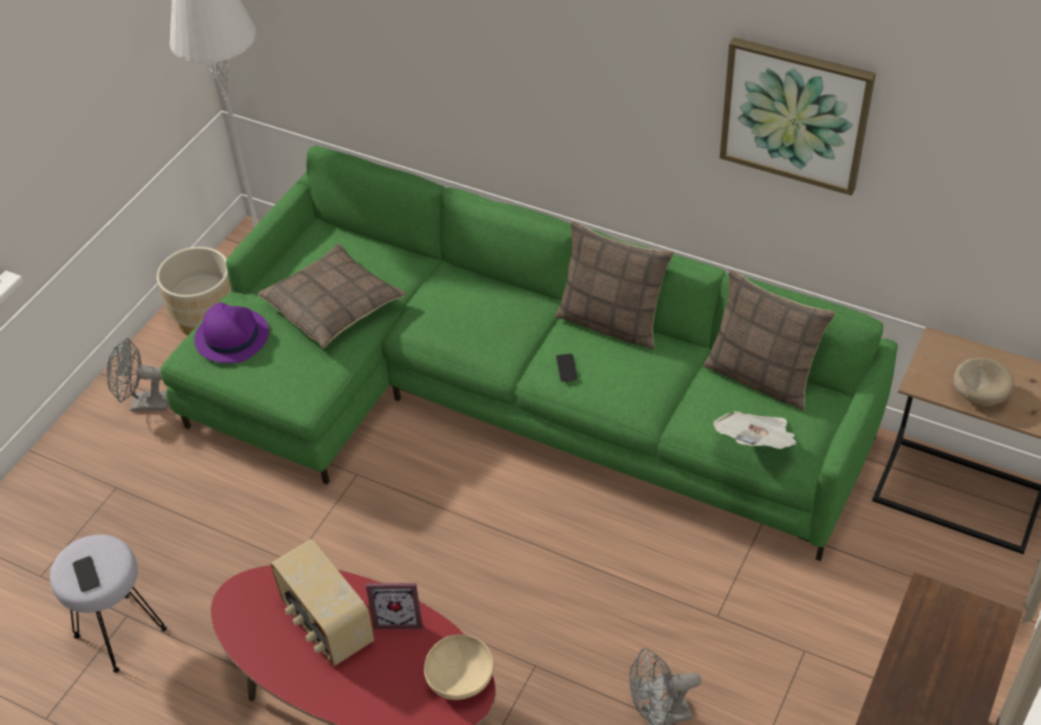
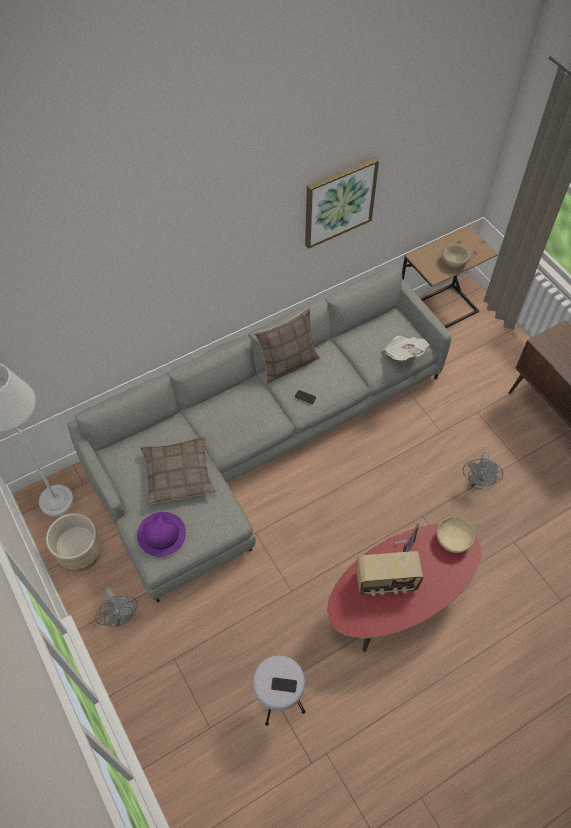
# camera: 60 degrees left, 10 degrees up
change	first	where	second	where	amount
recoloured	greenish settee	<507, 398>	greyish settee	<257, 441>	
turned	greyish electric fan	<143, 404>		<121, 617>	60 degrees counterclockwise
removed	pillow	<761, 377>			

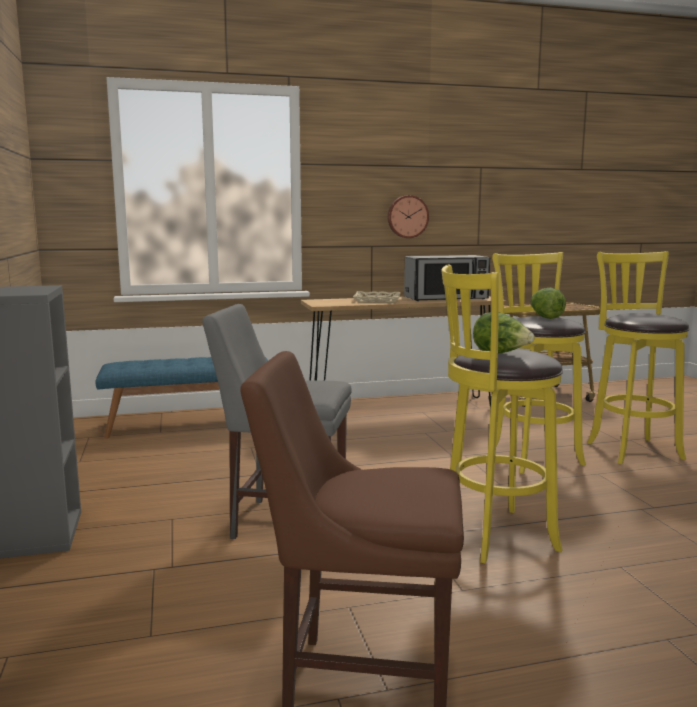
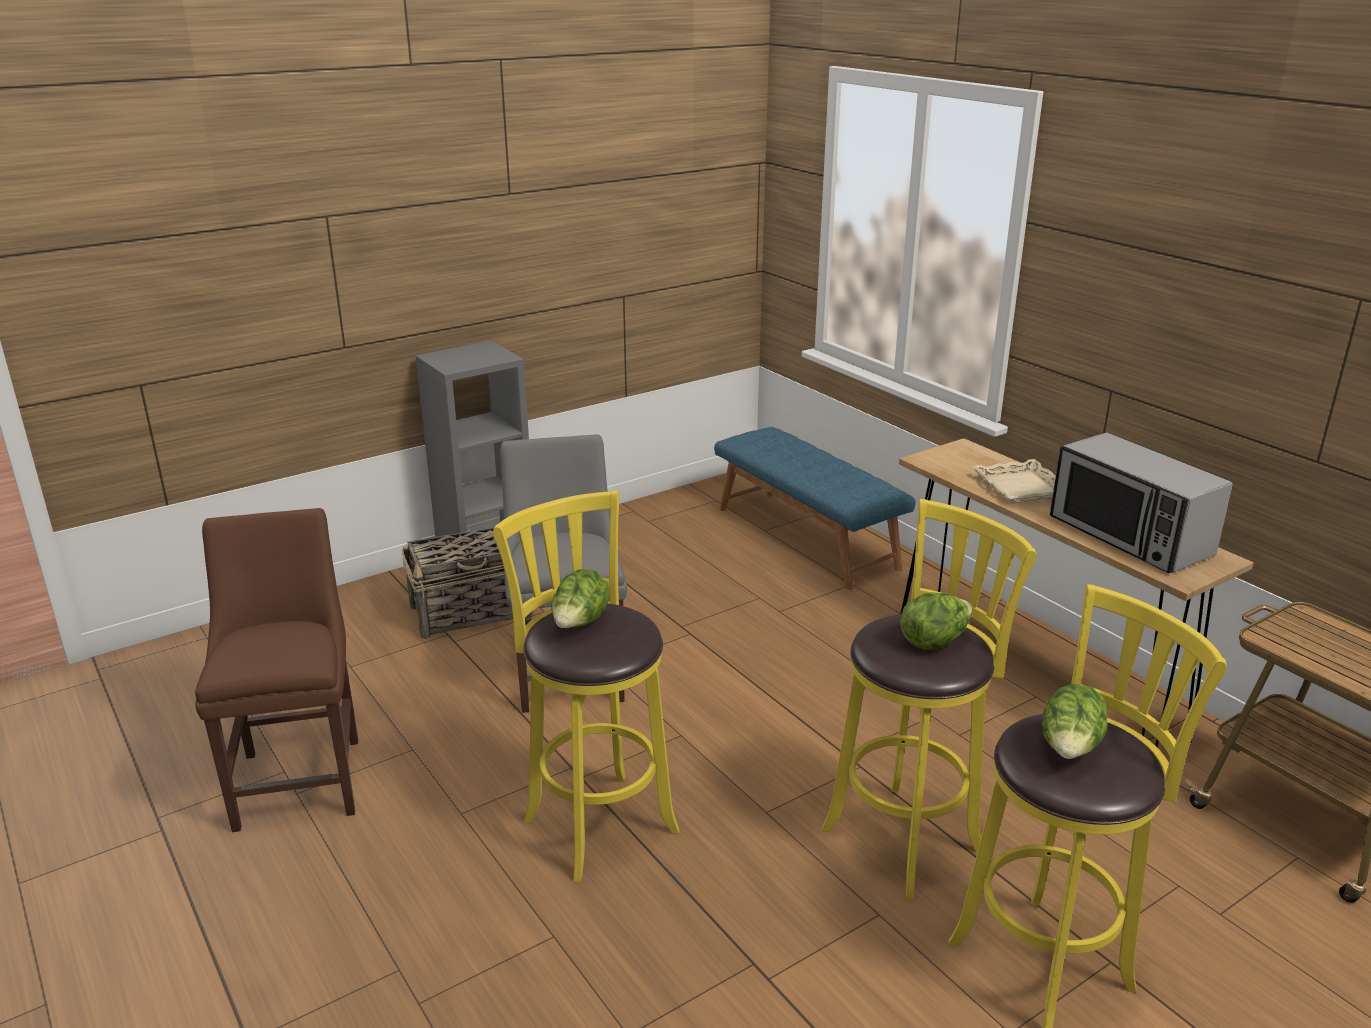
# camera: 70 degrees right, 15 degrees up
change	first	where	second	where	amount
added			storage basket	<472, 612>	
added			lettuce	<1069, 749>	
removed	wall clock	<407, 216>			

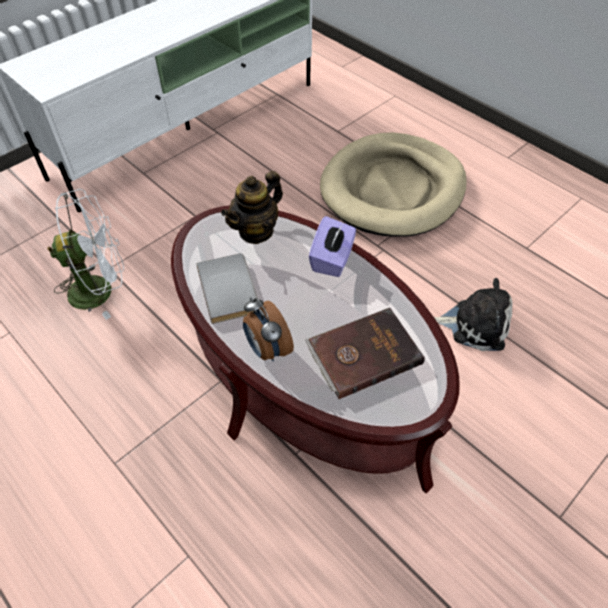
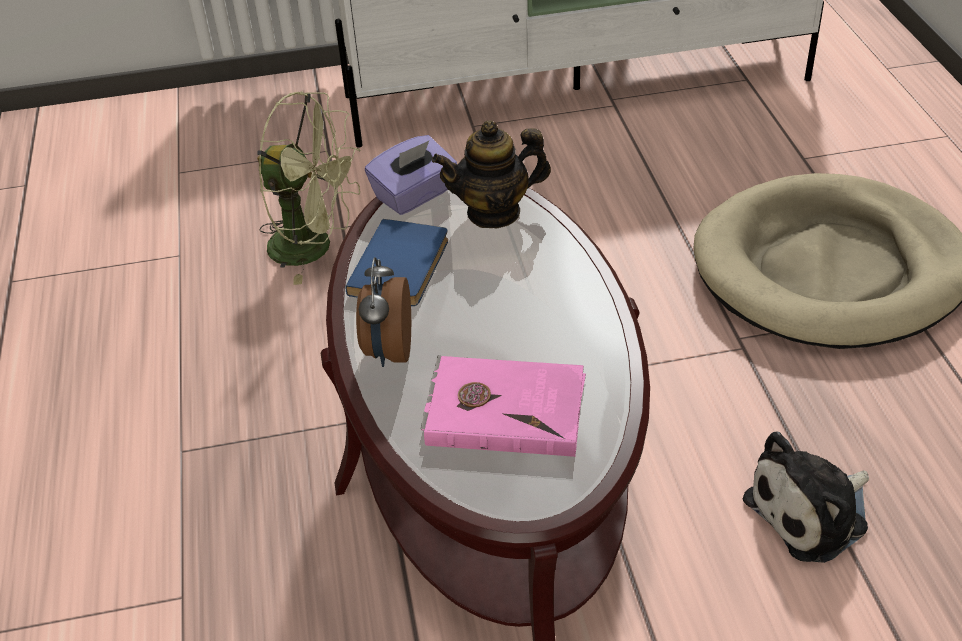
# camera: 35 degrees right, 10 degrees down
change	first	where	second	where	amount
recoloured	white electric fan	<100, 289>	greenish electric fan	<314, 247>	
recoloured	greyish book	<231, 289>	bluish book	<403, 267>	
moved	purplish box of tissues	<332, 259>		<414, 195>	
recoloured	brownish book	<363, 353>	pinkish book	<504, 409>	
turned	plush toy	<475, 324>		<812, 512>	105 degrees clockwise

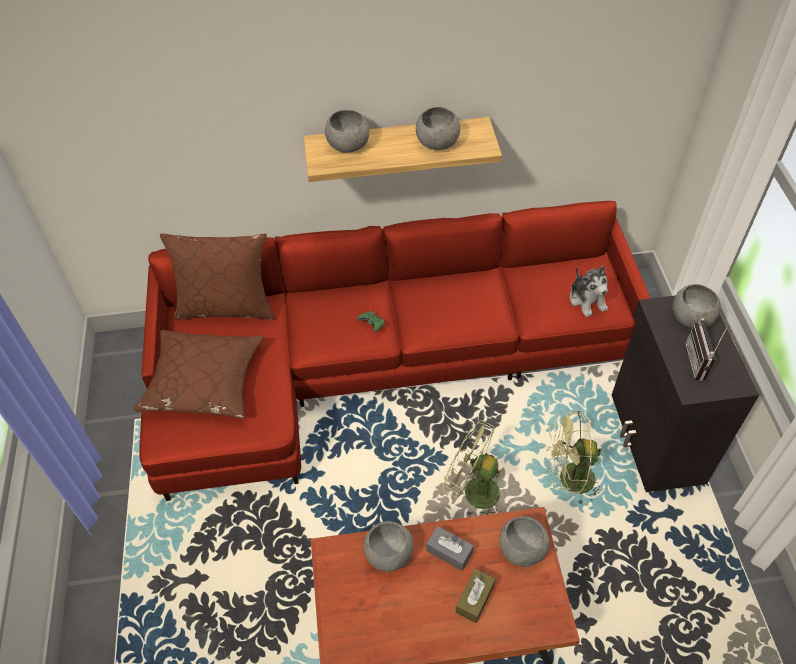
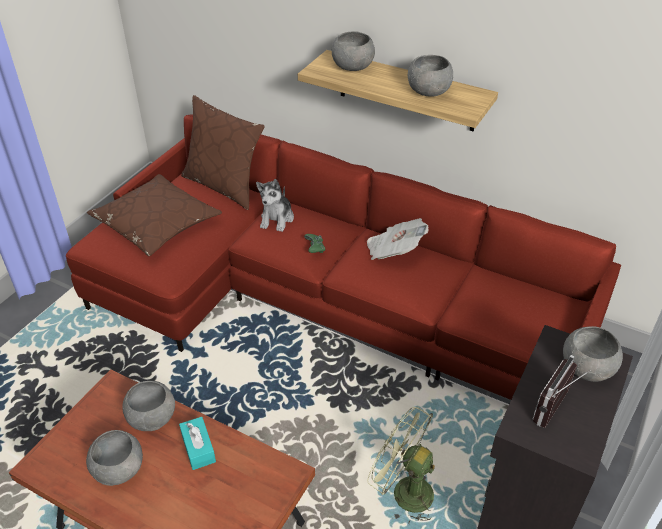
# camera: 35 degrees right, 10 degrees down
change	first	where	second	where	amount
moved	greyish deep dish	<522, 549>		<118, 470>	
recoloured	greyish box of tissues	<449, 551>	blue-green box of tissues	<198, 448>	
moved	plush toy	<587, 300>		<277, 219>	
added			daily paper	<394, 250>	
removed	greenish electric fan	<473, 491>			
removed	brownish box of tissues	<475, 599>			

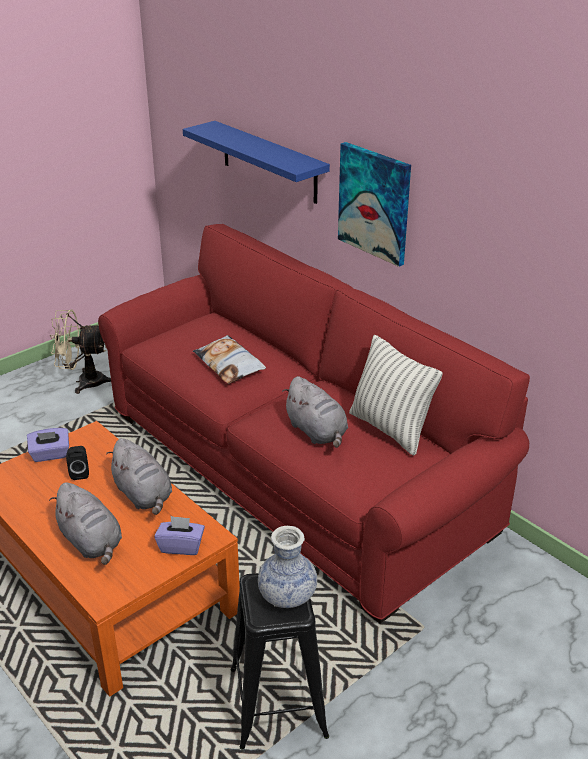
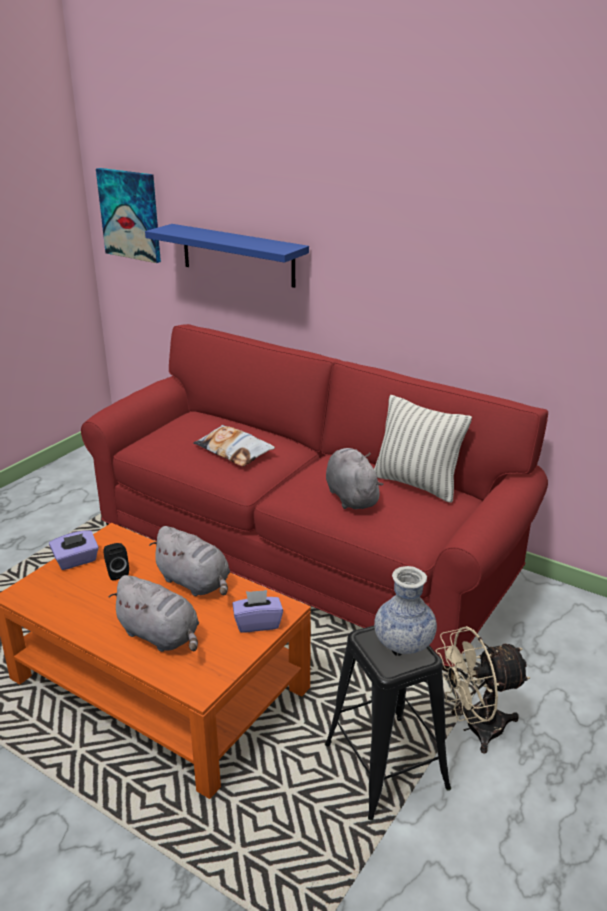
# camera: 15 degrees left, 5 degrees down
change	first	where	second	where	amount
moved	wall picture	<374, 203>		<130, 215>	
turned	greyish plush toy	<317, 432>		<351, 496>	150 degrees counterclockwise
moved	sand-coloured electric fan	<84, 382>		<474, 728>	

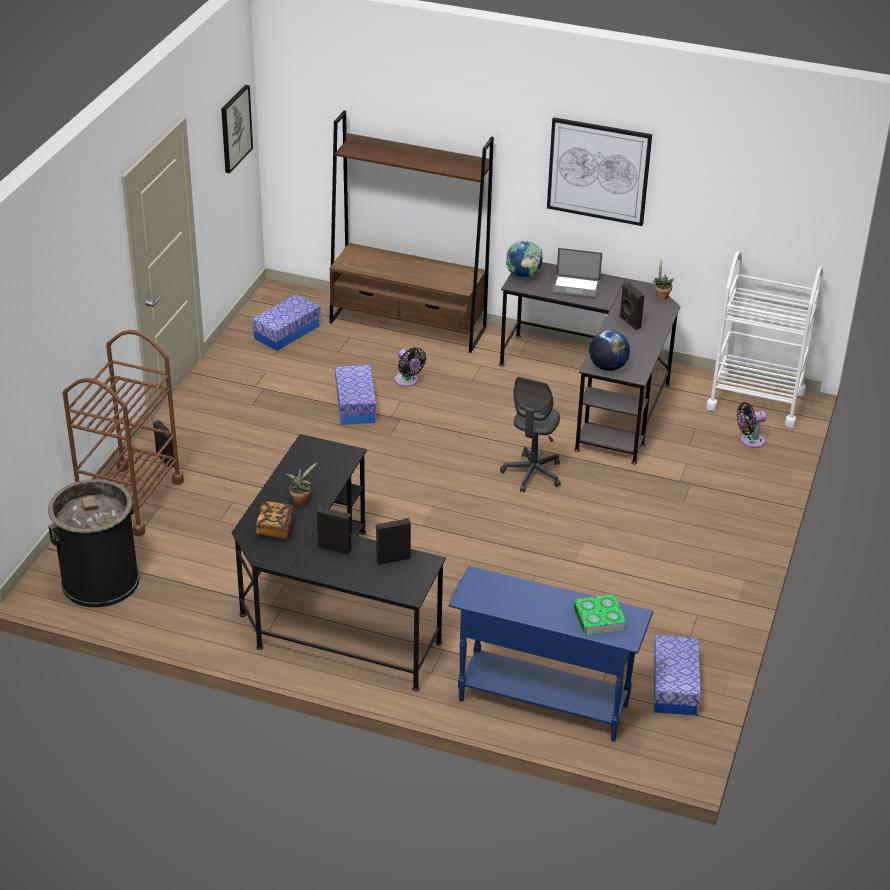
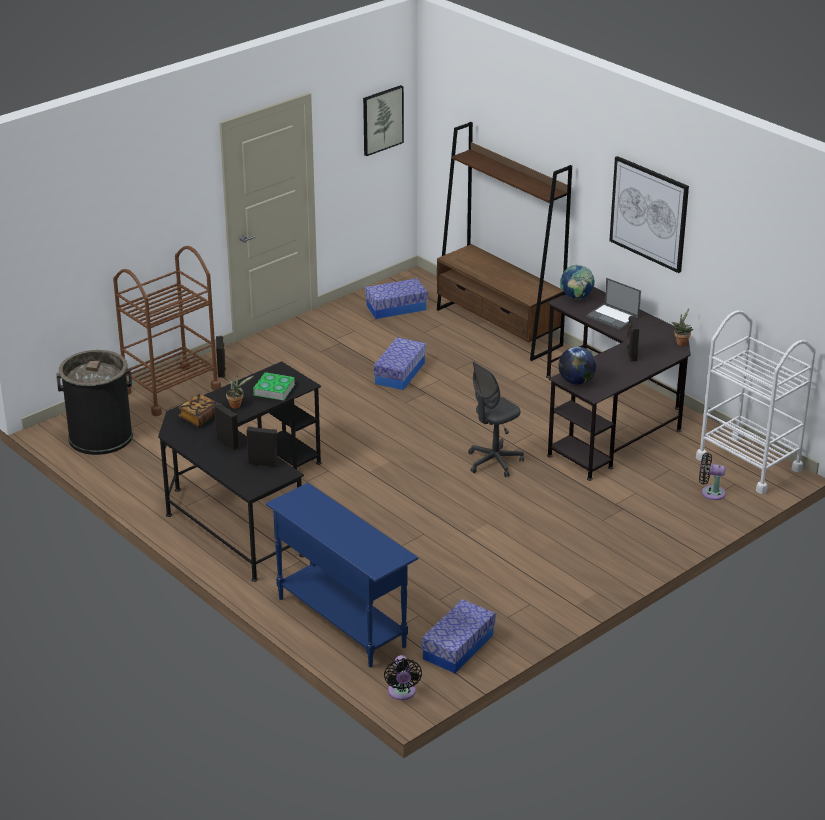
# camera: 30 degrees right, 5 degrees down
change	first	where	second	where	amount
moved	book	<599, 619>		<274, 390>	
moved	black electric fan	<407, 381>		<402, 693>	

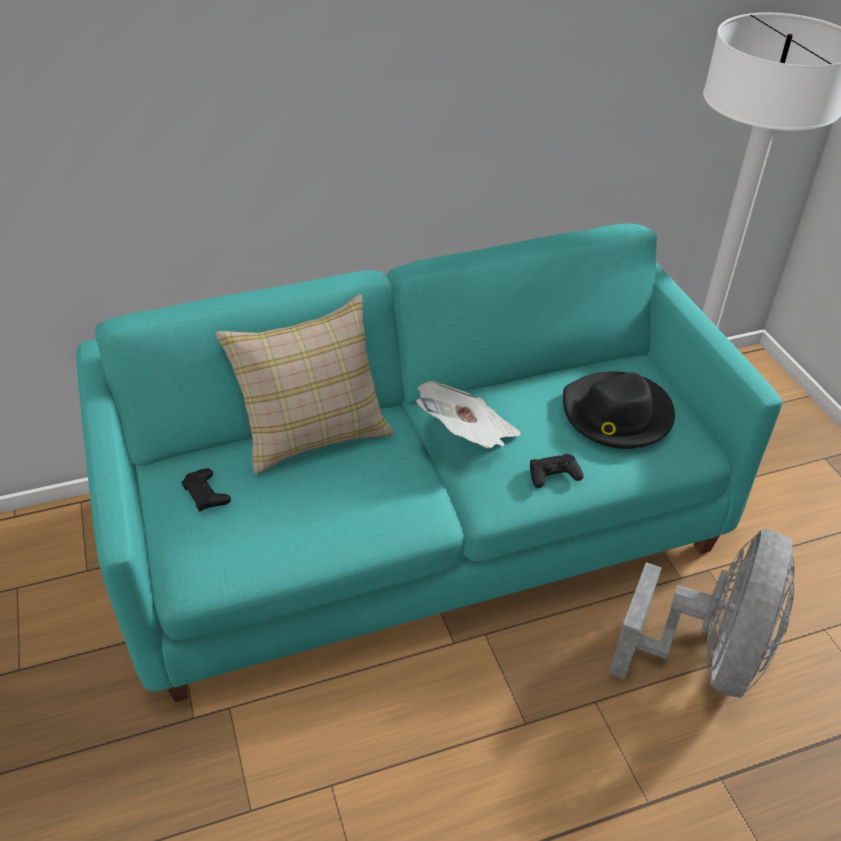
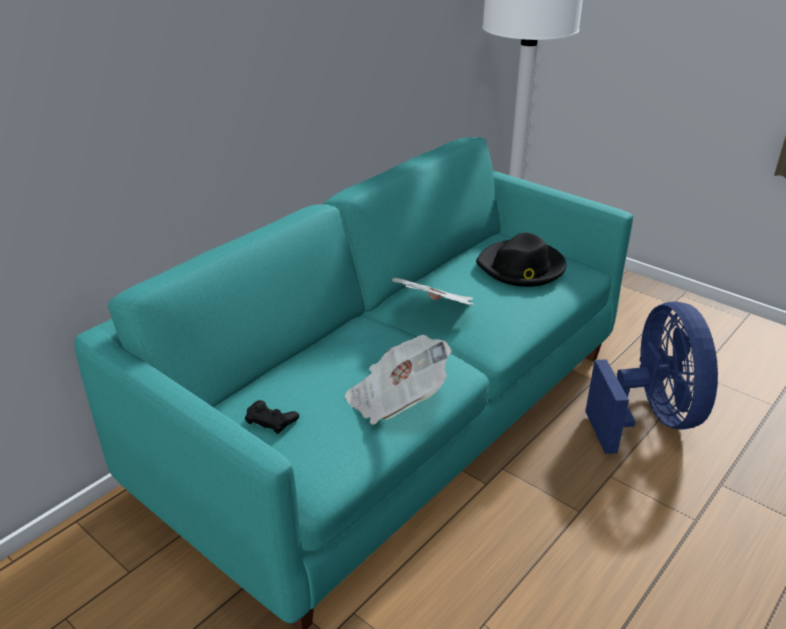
# camera: 30 degrees left, 10 degrees down
change	first	where	second	where	amount
added			daily paper	<396, 400>	
recoloured	greyish electric fan	<707, 656>	bluish electric fan	<649, 418>	
removed	sand-coloured pillow	<313, 430>			
removed	black gamepad	<554, 474>			

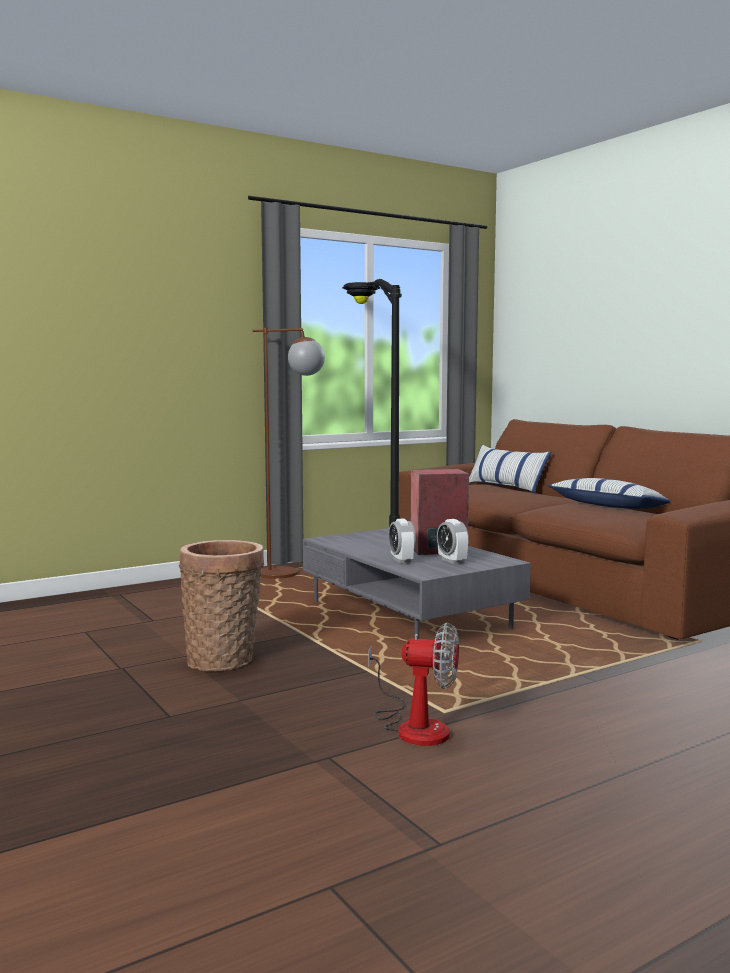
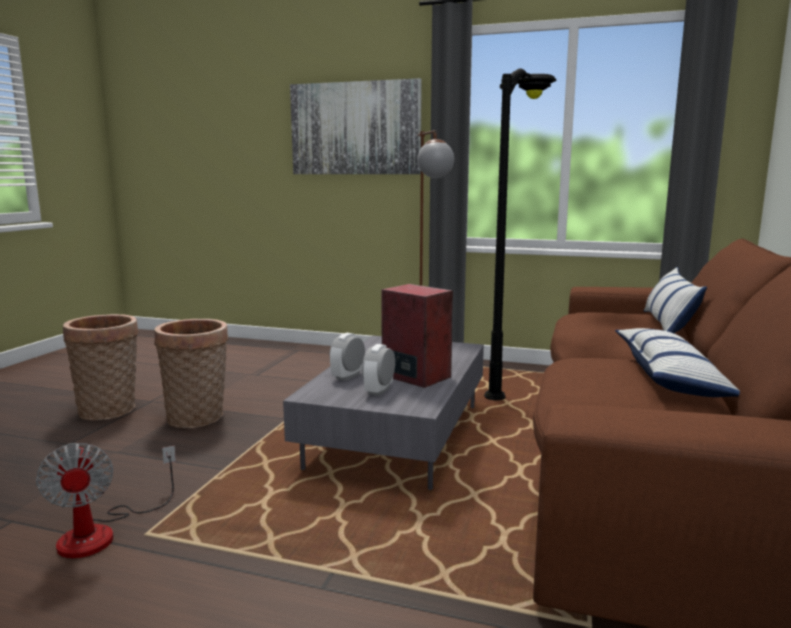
# camera: 50 degrees right, 5 degrees up
change	first	where	second	where	amount
added			storage basket	<110, 411>	
added			wall picture	<355, 128>	

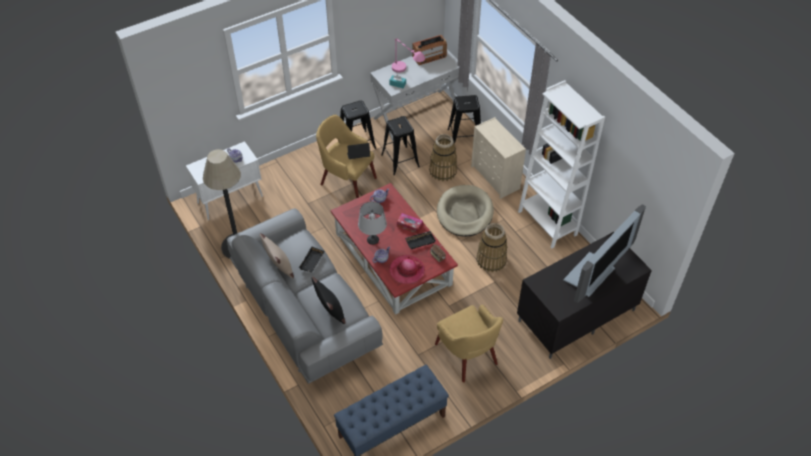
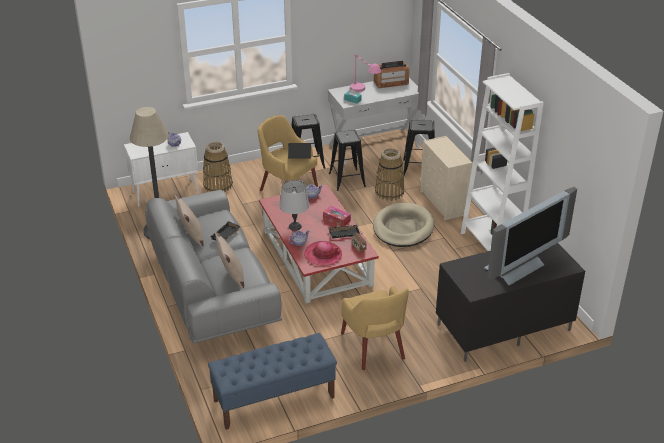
# camera: 10 degrees right, 15 degrees down
change	first	where	second	where	amount
moved	storage basket	<491, 260>		<218, 185>	
recoloured	black pillow	<330, 312>	sand-coloured pillow	<231, 277>	

